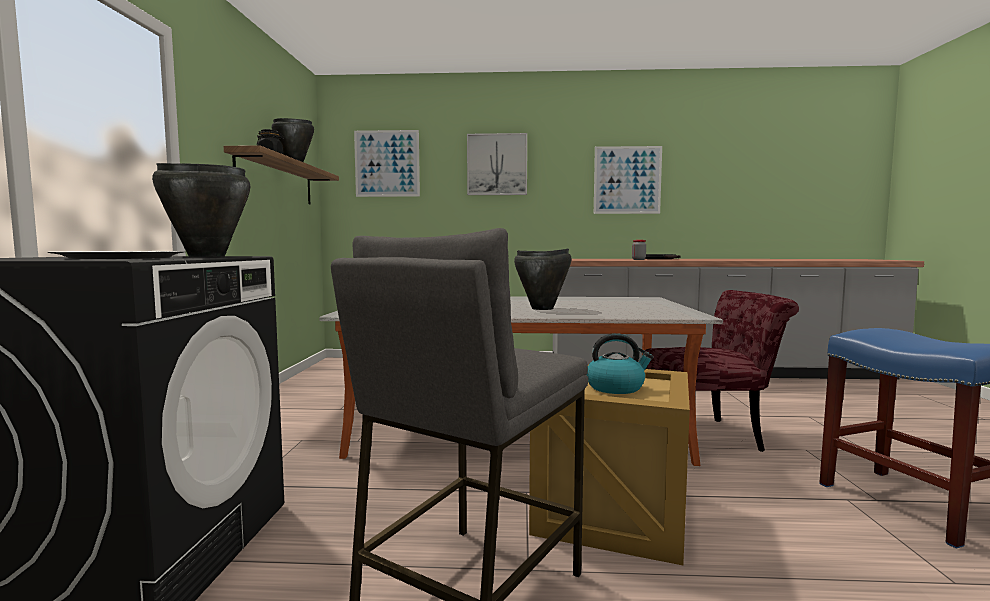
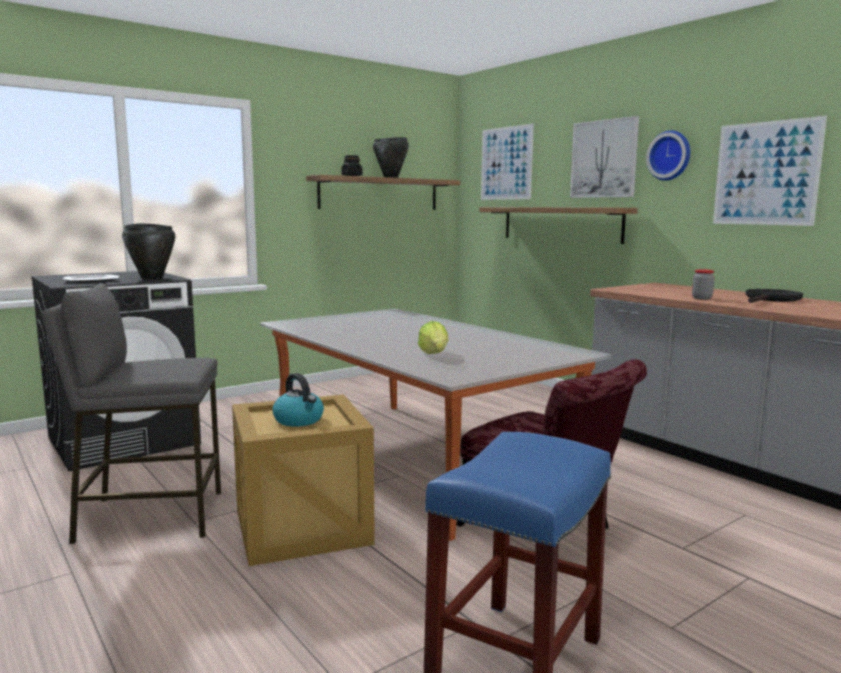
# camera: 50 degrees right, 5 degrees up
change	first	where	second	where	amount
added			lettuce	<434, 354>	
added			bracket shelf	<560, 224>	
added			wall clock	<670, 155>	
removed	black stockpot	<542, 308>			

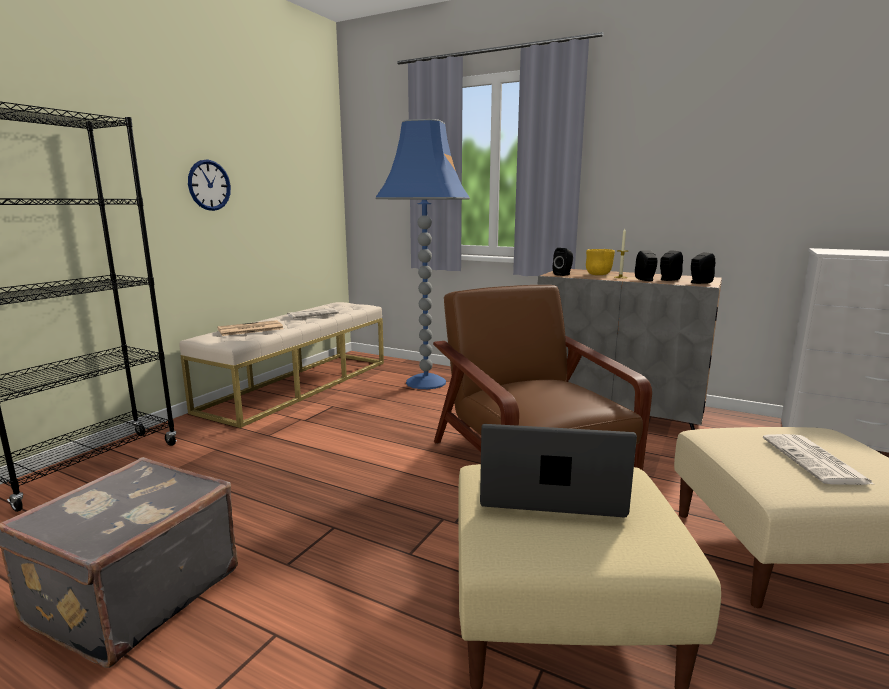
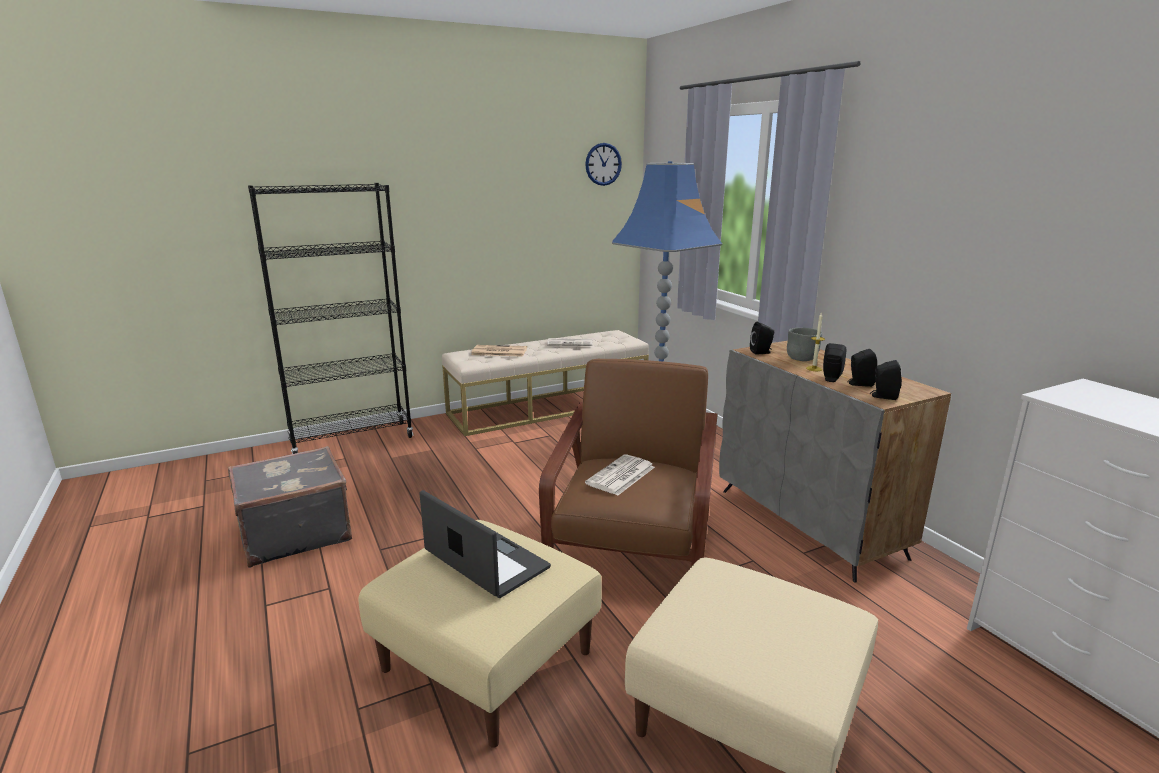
# camera: 35 degrees right, 5 degrees up
change	first	where	second	where	amount
moved	wall clock	<209, 185>		<603, 164>	
moved	daily paper	<815, 461>		<620, 476>	
recoloured	yellow-coloured deep dish	<599, 274>	greyish deep dish	<802, 359>	

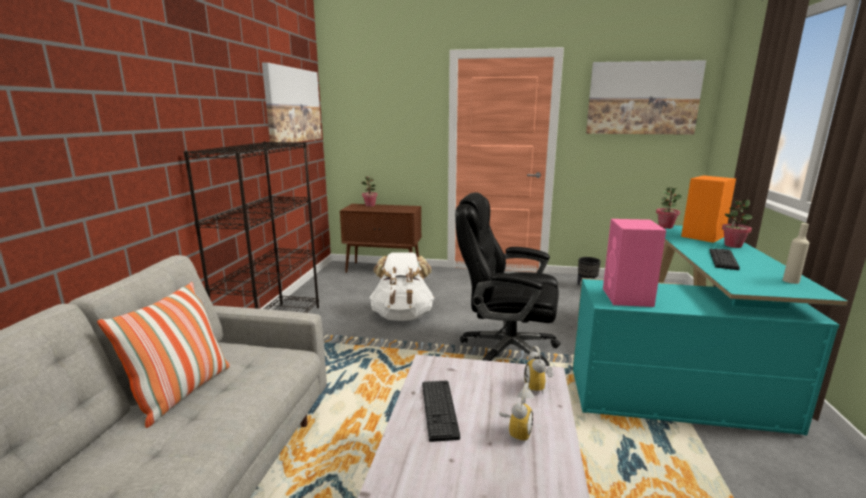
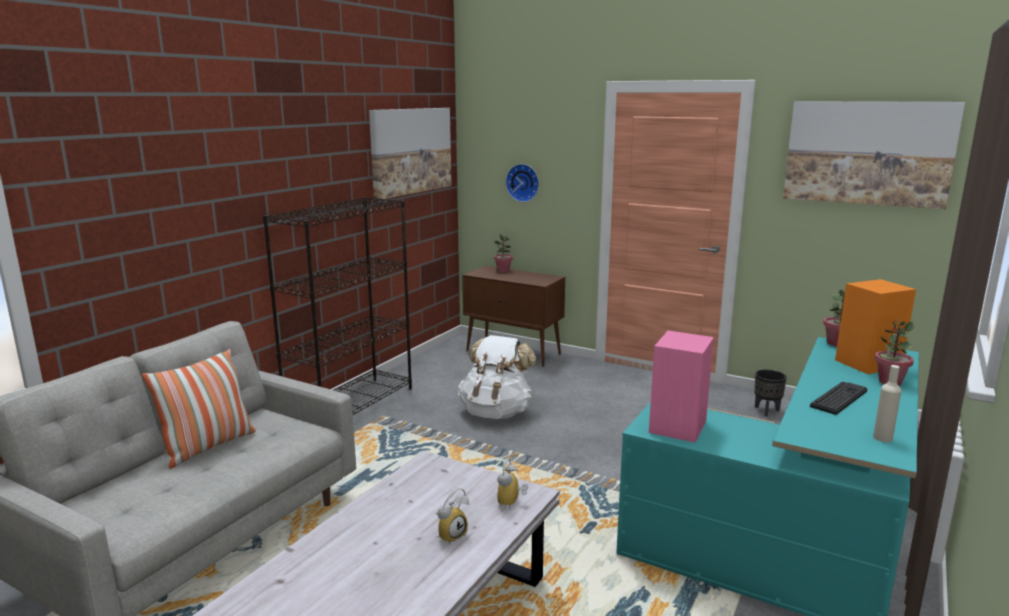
# camera: 20 degrees right, 0 degrees up
change	first	where	second	where	amount
added			wall clock	<523, 182>	
removed	keyboard	<439, 409>			
removed	black desk chair	<506, 351>			

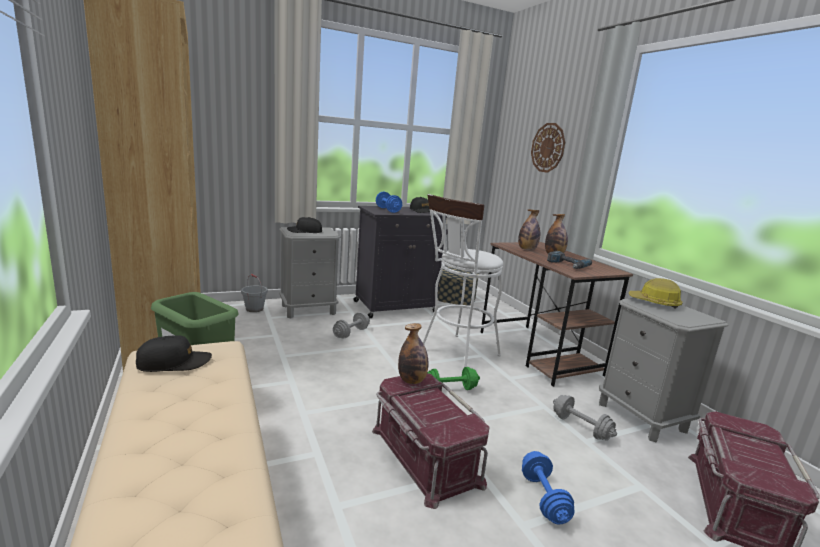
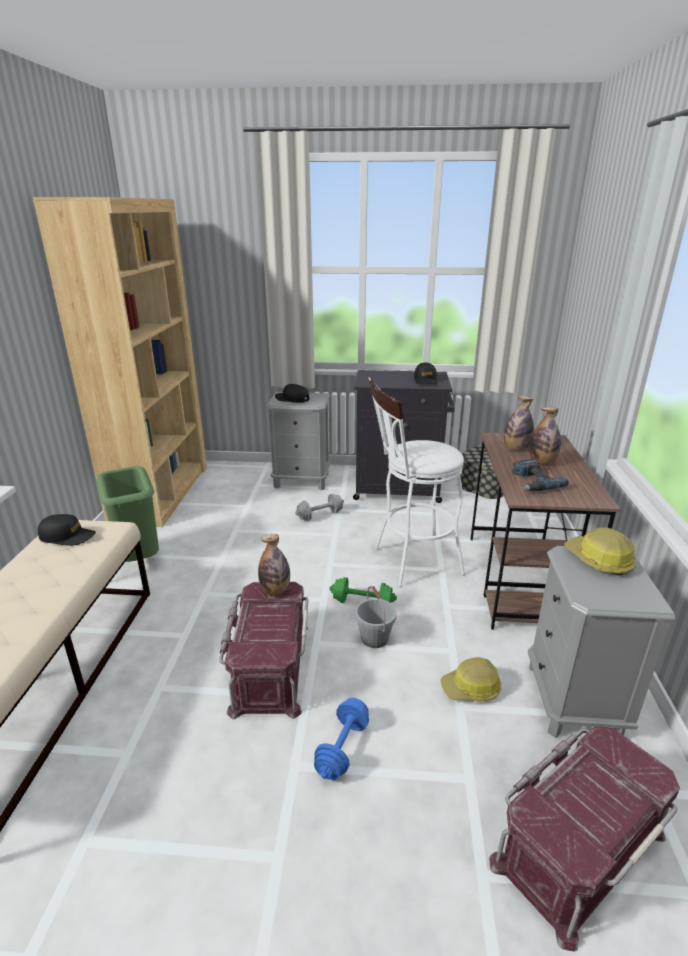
# camera: 30 degrees right, 10 degrees up
change	first	where	second	where	amount
moved	greyish pail	<254, 309>		<375, 638>	
replaced	greyish hand weight	<581, 427>	work helmet	<471, 688>	
removed	bluish hand weight	<388, 210>			
removed	wall clock	<548, 147>			

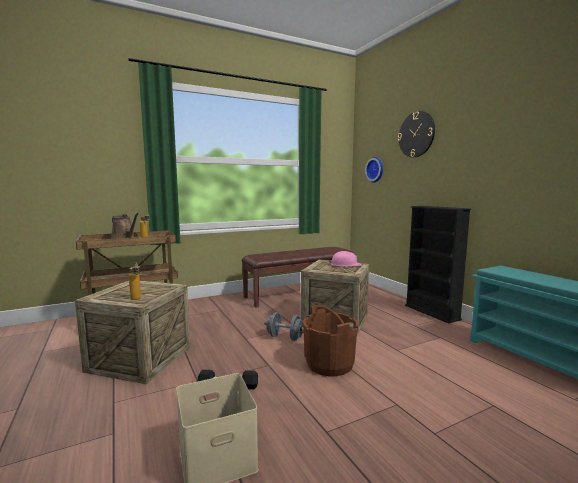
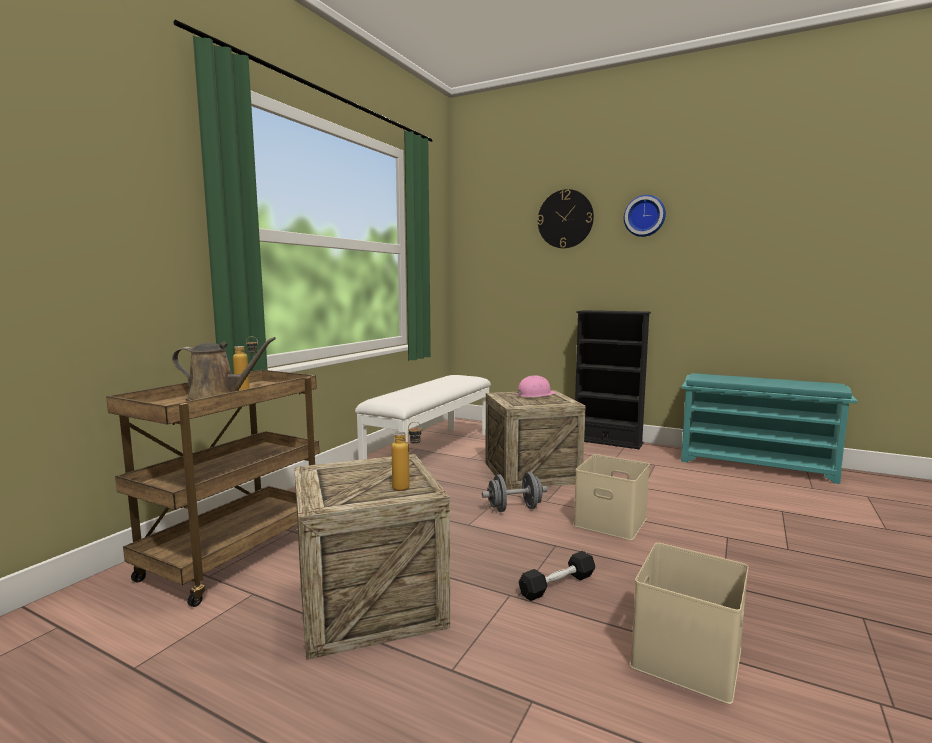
# camera: 35 degrees left, 0 degrees up
change	first	where	second	where	amount
recoloured	brownish bench	<299, 293>	white bench	<430, 451>	
replaced	brownish pail	<329, 364>	sand-coloured storage bin	<612, 521>	
moved	wall clock	<376, 169>		<644, 216>	

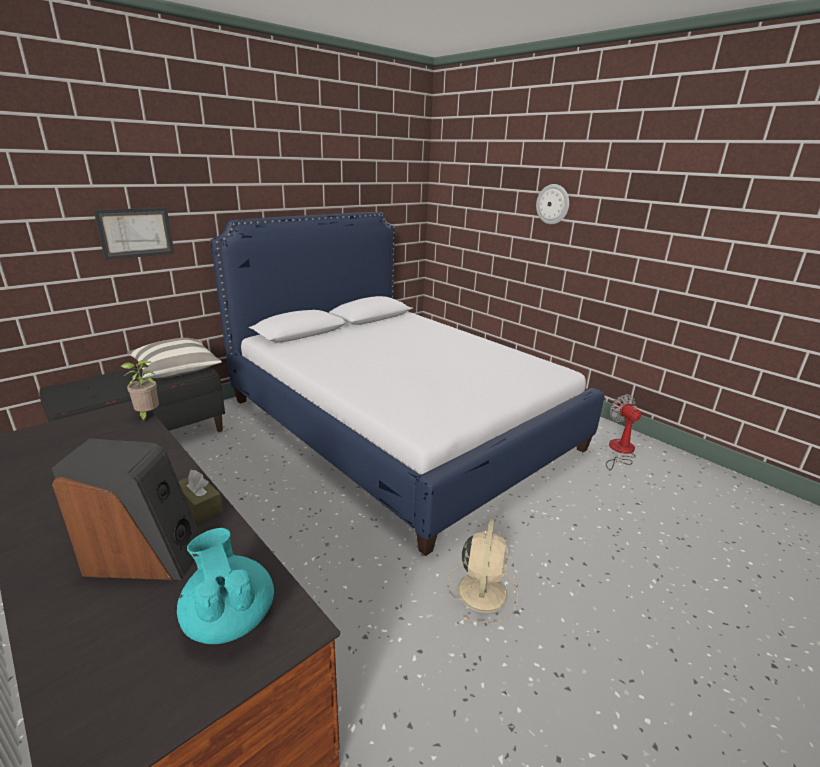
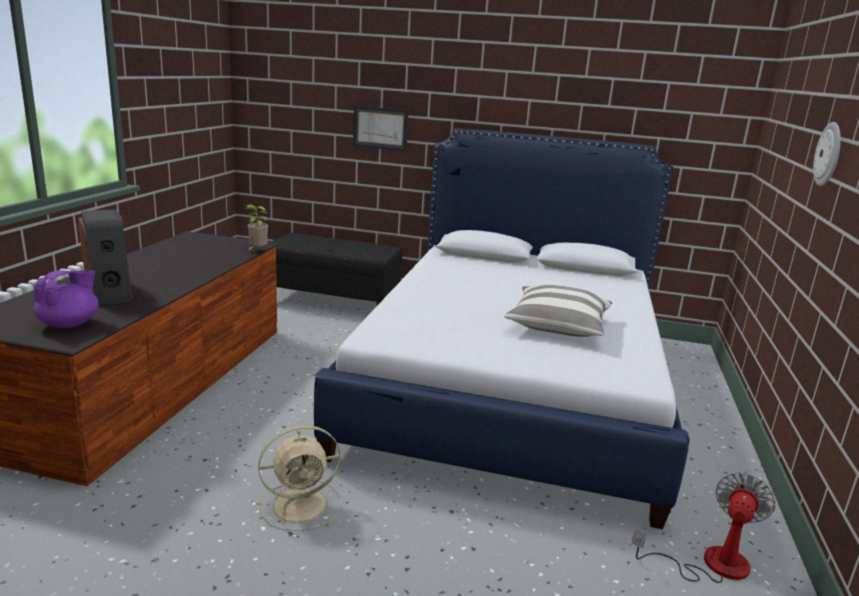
# camera: 55 degrees right, 5 degrees down
change	first	where	second	where	amount
recoloured	blue-green teapot	<229, 618>	purplish teapot	<70, 324>	
moved	pillow	<176, 369>		<557, 326>	
removed	brownish box of tissues	<199, 505>			

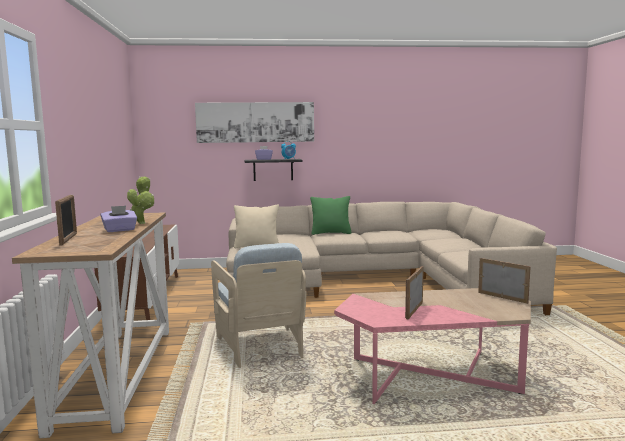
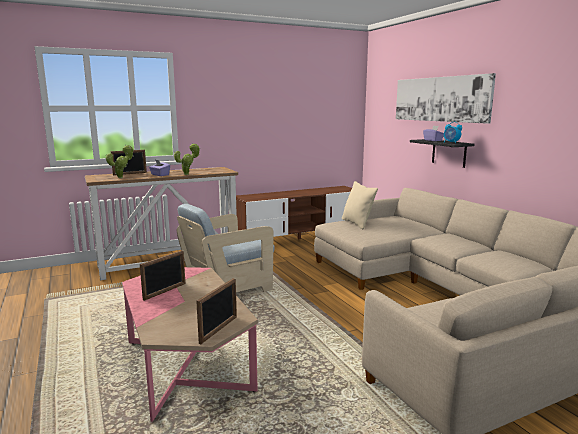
# camera: 70 degrees right, 5 degrees up
change	first	where	second	where	amount
added			potted plant	<122, 177>	
turned	standing frame	<414, 310>		<165, 291>	120 degrees clockwise
removed	greenish pillow	<331, 233>			

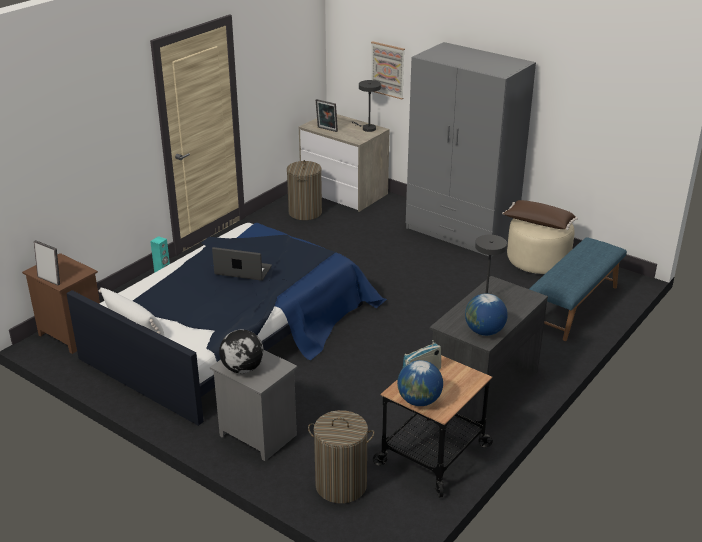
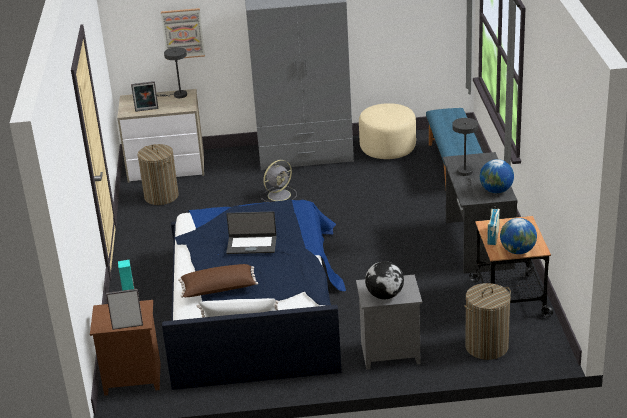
# camera: 40 degrees left, 0 degrees up
change	first	where	second	where	amount
moved	brownish pillow	<538, 223>		<219, 290>	
turned	portable computer	<243, 271>		<251, 245>	150 degrees counterclockwise
added			greyish electric fan	<280, 195>	

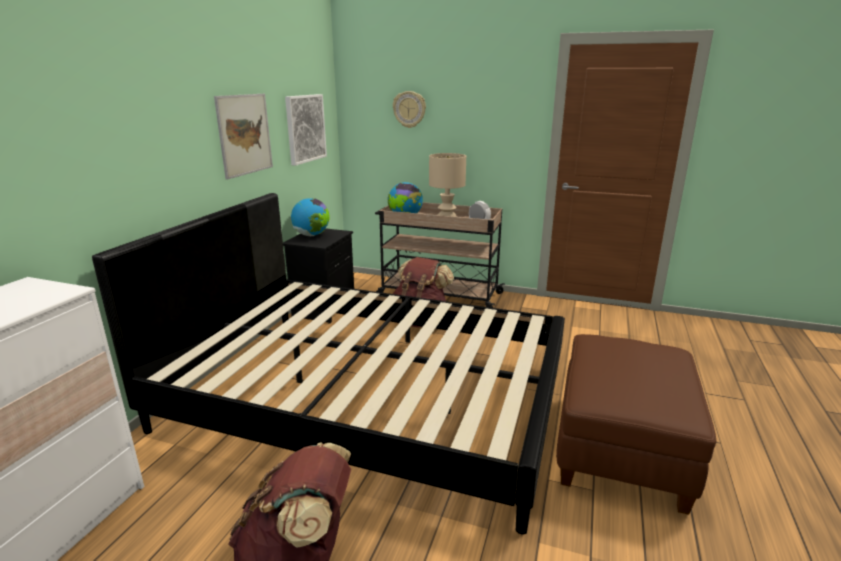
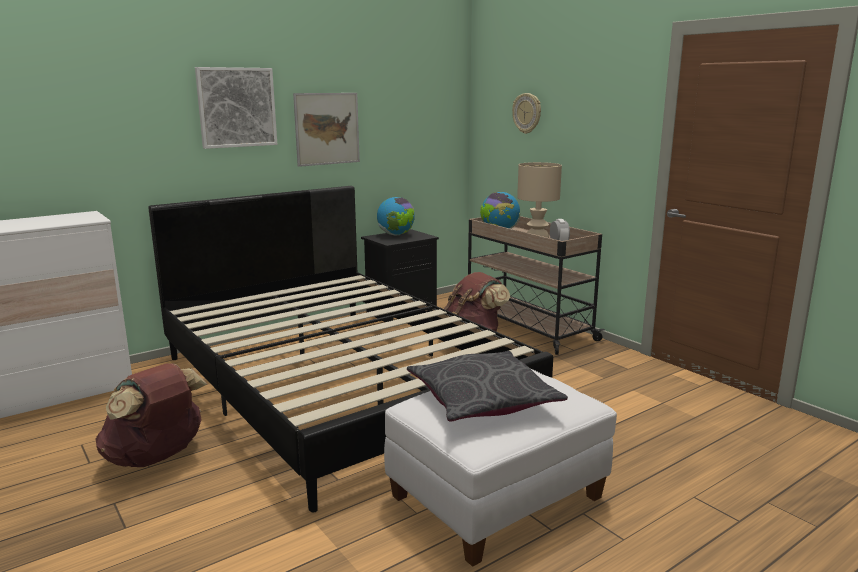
# camera: 35 degrees right, 5 degrees down
change	first	where	second	where	amount
moved	wall picture	<305, 128>		<237, 107>	
recoloured	brownish pouffe	<619, 449>	white pouffe	<496, 498>	
added			greyish pillow	<482, 399>	

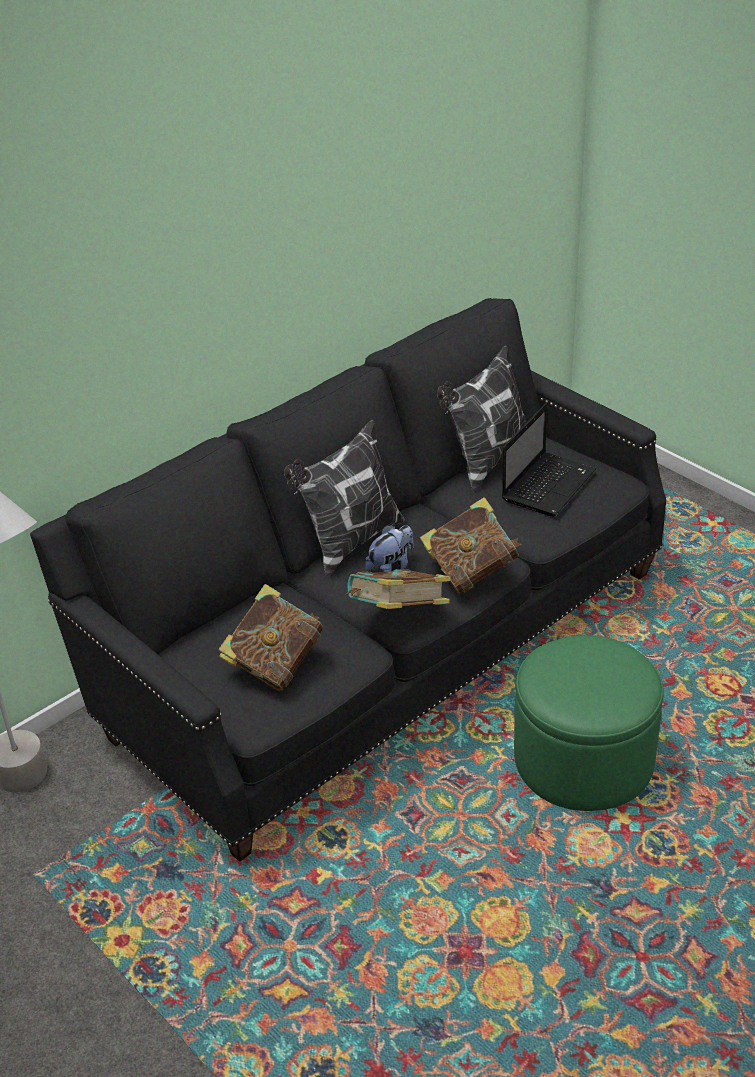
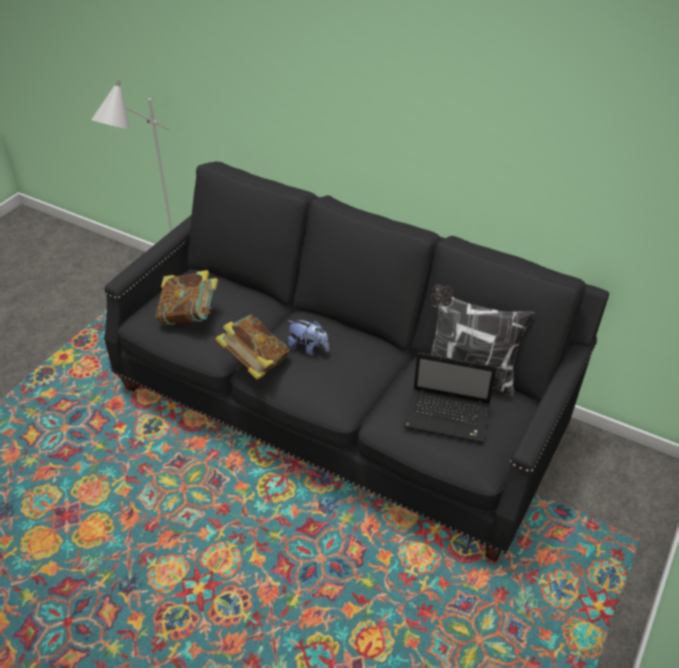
# camera: 70 degrees right, 5 degrees up
change	first	where	second	where	amount
removed	pillow	<350, 542>			
removed	book	<471, 572>			
removed	greenish pouffe	<583, 759>			

